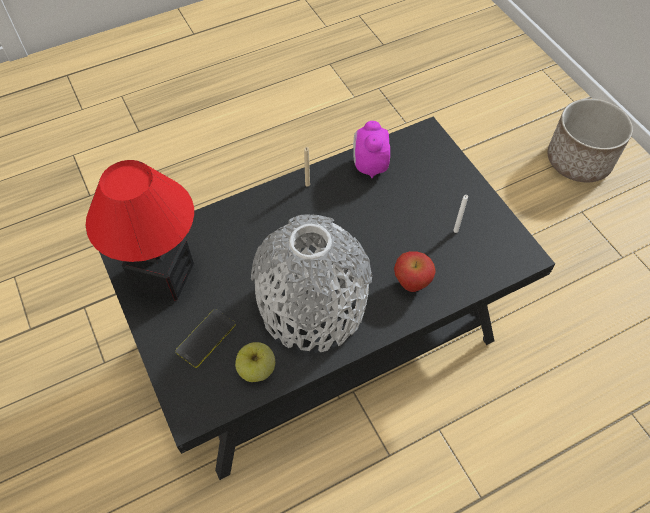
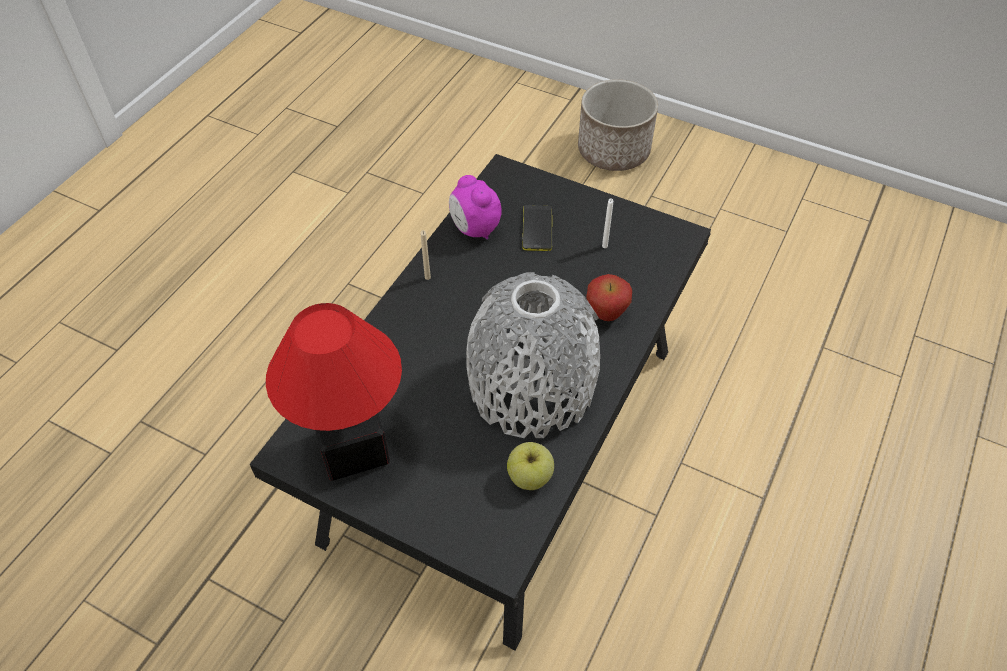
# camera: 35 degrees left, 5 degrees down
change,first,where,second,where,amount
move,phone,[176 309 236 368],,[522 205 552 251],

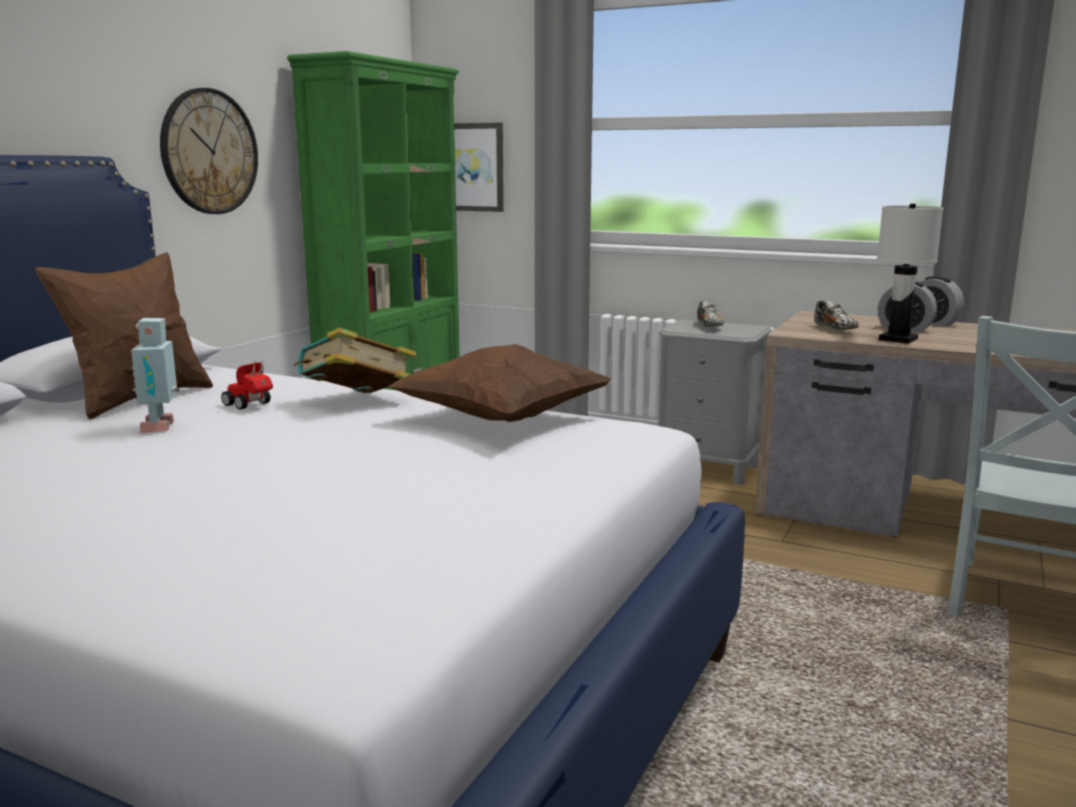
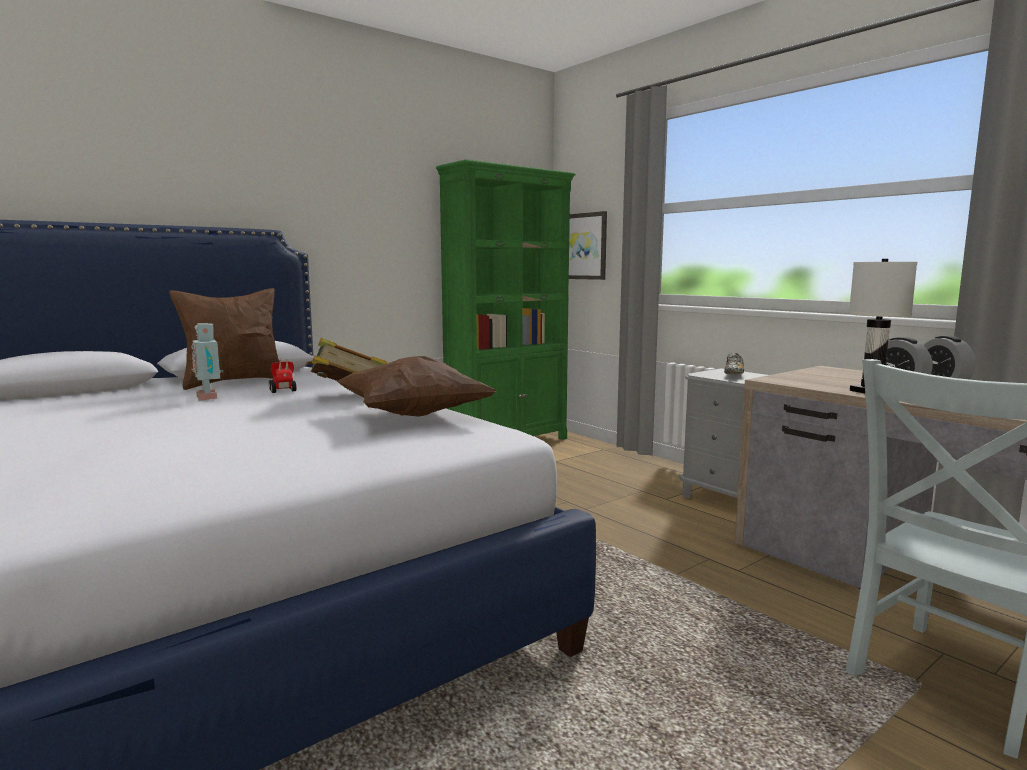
# camera: 25 degrees right, 5 degrees down
change,first,where,second,where,amount
delete,wall clock,[160 88 258 214],,,
delete,shoe,[814 301 859 330],,,
rotate,toy robot,[131 318 179 433],,[191 323 224 401],45 degrees counterclockwise

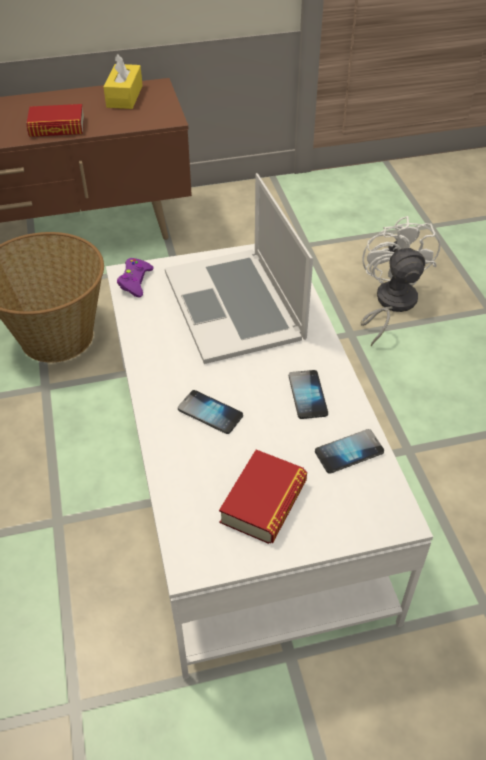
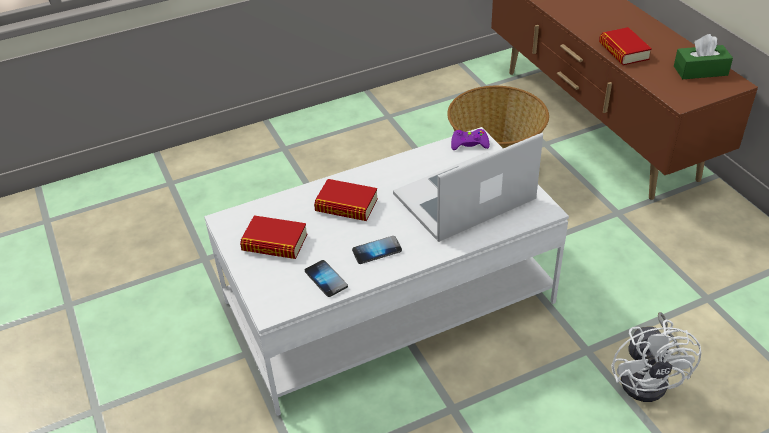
# camera: 80 degrees right, 5 degrees down
change,first,where,second,where,amount
replace,phone,[178 390 243 434],book,[314 179 378 221],
recolor,tissue box (yellow),[104 54 143 109],tissue box (green),[674 34 733 79],
rotate,fan (white),[361 216 441 346],,[611 312 701 402],105 degrees clockwise

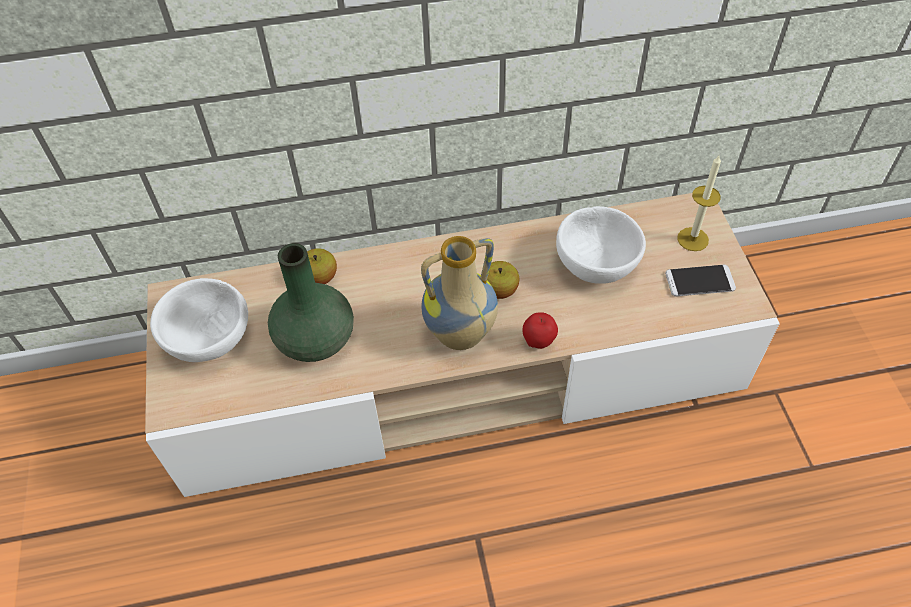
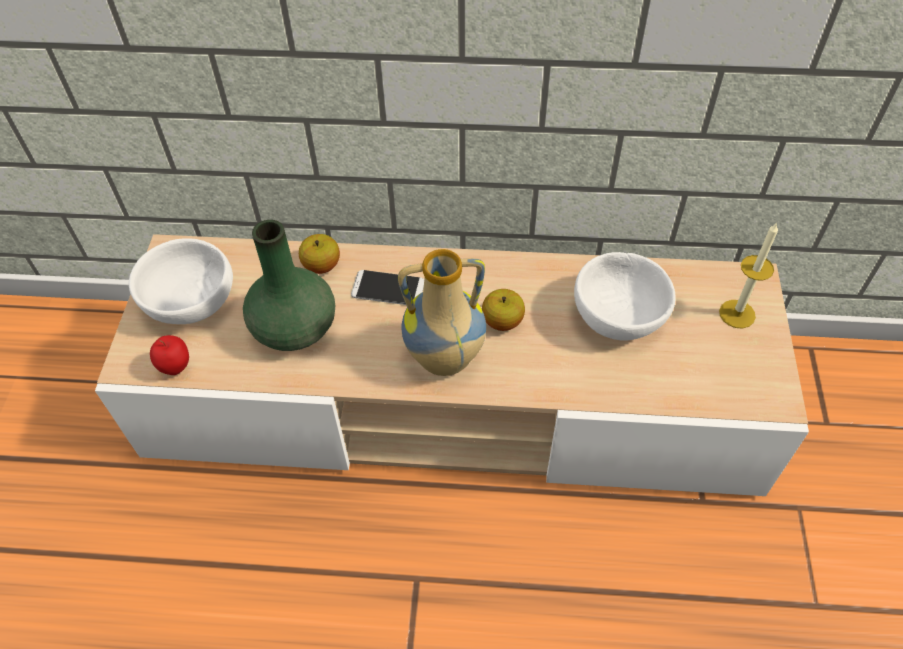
# camera: 15 degrees right, 0 degrees up
change,first,where,second,where,amount
move,apple,[523 312 558 349],,[150 335 189 375],
move,phone,[665 265 736 297],,[351 270 424 305],

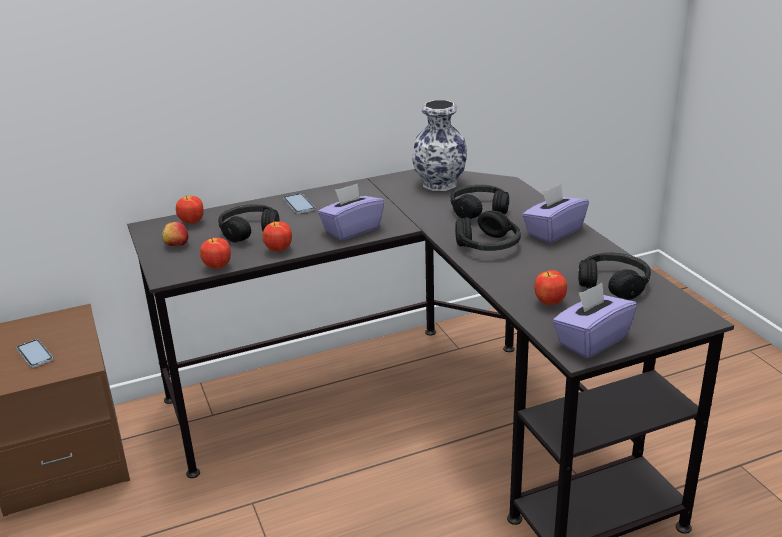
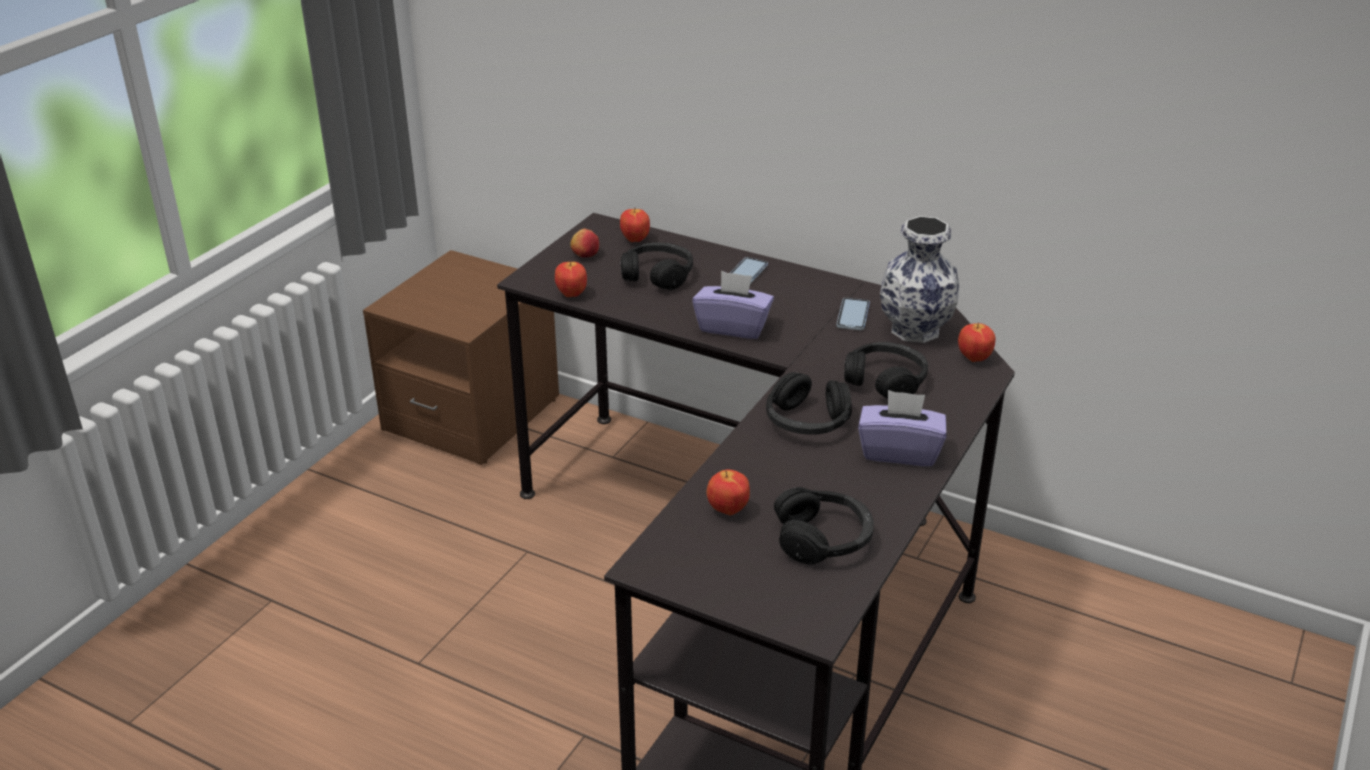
# camera: 50 degrees right, 5 degrees up
change,first,where,second,where,amount
delete,tissue box (purple),[553 283 637 358],,,
move,phone,[16 339 53 368],,[836 298 870 330],
move,apple,[263 221 292 252],,[958 322 995 362],

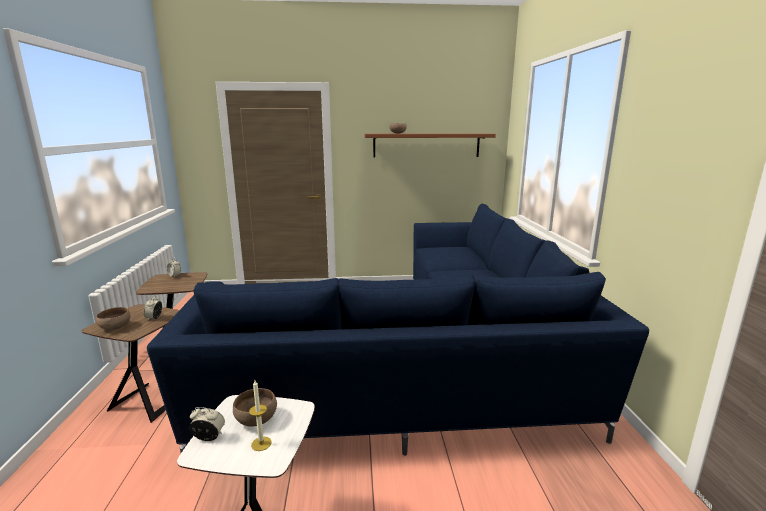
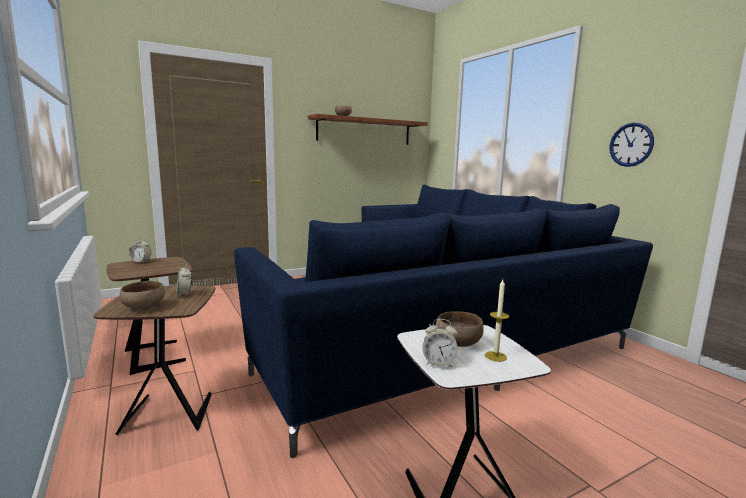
# camera: 25 degrees left, 5 degrees down
change,first,where,second,where,amount
insert,,,wall clock,[610 123 654 167],
rotate,alarm clock,[189 407 225 441],,[422 319 458 367],150 degrees counterclockwise

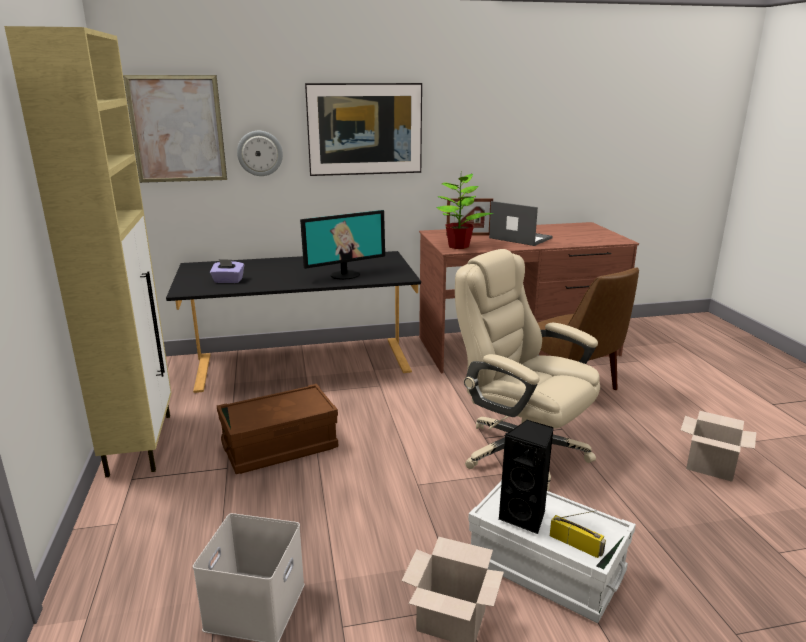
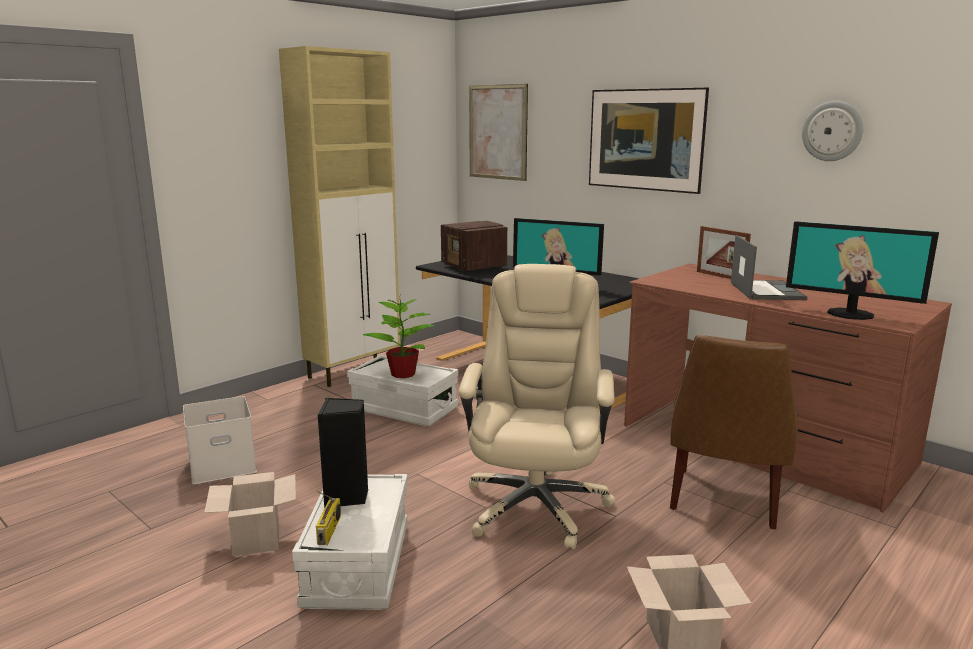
# camera: 55 degrees right, 5 degrees down
change,first,where,second,where,amount
insert,,,monitor,[786 221 939 320],
move,wall clock,[237 131 283 176],,[802 101 864 161],
move,potted plant,[436 170 494 249],,[363 293 435 378],
replace,tissue box (purple),[210 259 244 283],radio,[441 221 507 272],
recolor,storage box (brown),[217 384 338 474],storage box (white),[347 355 458 426],

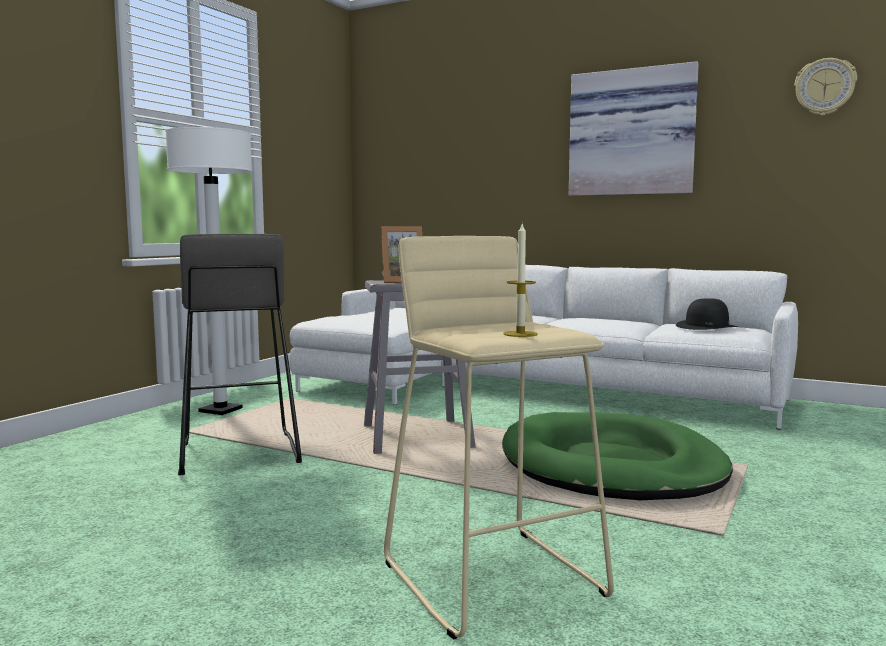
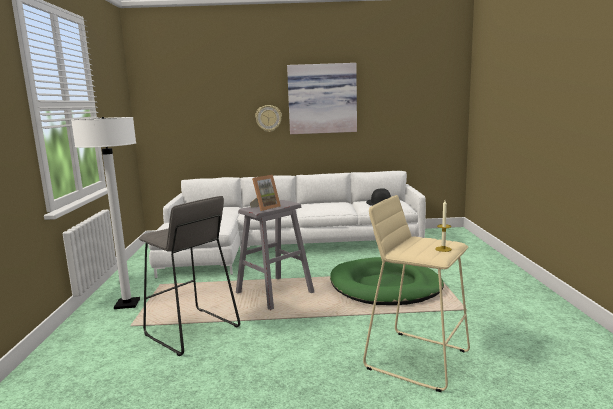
# camera: 30 degrees left, 5 degrees up
change,first,where,second,where,amount
move,wall clock,[794 58 857 116],,[255 105 282 132],

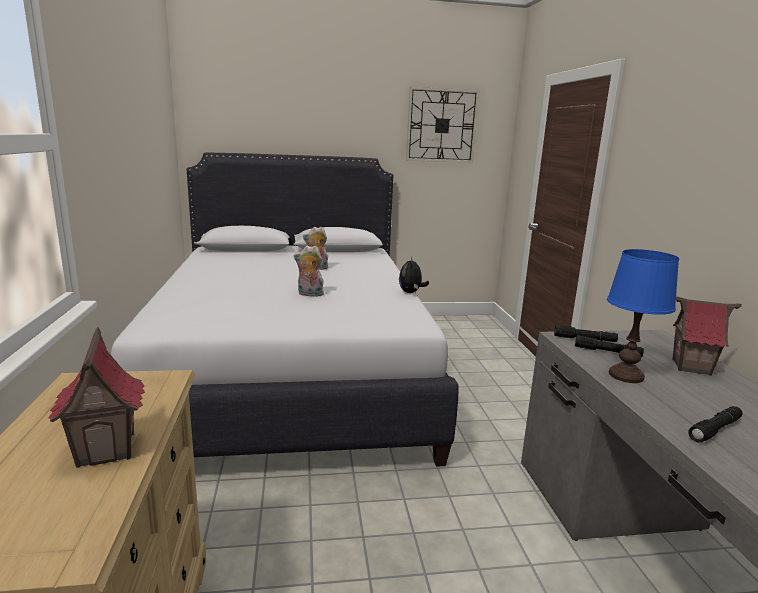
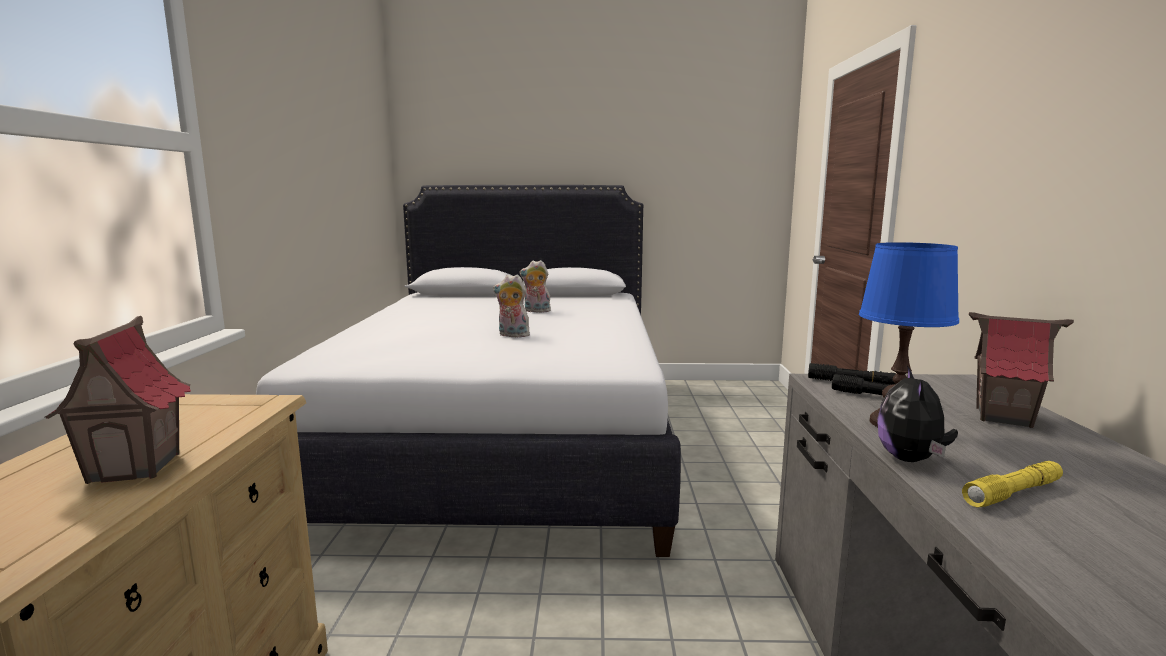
# camera: 10 degrees right, 5 degrees down
change,first,where,second,where,amount
delete,wall clock,[406 86 480 163],,,
move,plush toy,[399 257 429 293],,[877 365 958 462],
recolor,flashlight (black),[688 406 743 442],flashlight (yellow),[962 461 1063 507],

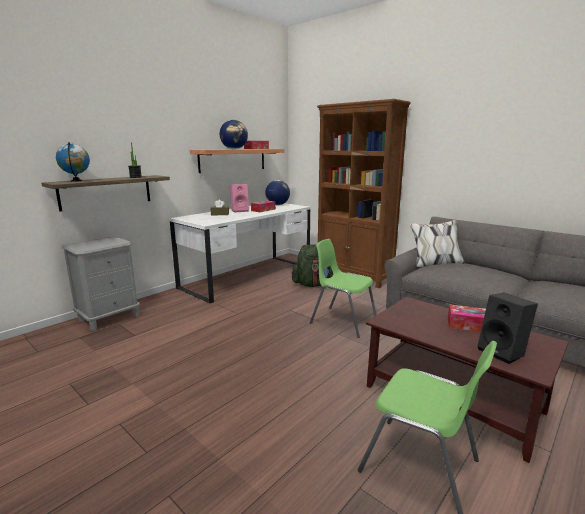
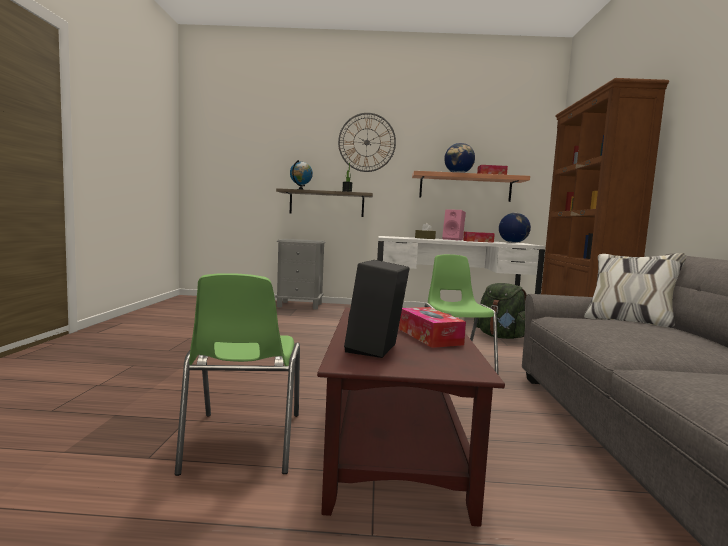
# camera: 50 degrees right, 10 degrees down
change,first,where,second,where,amount
insert,,,wall clock,[338 113 396 172],

